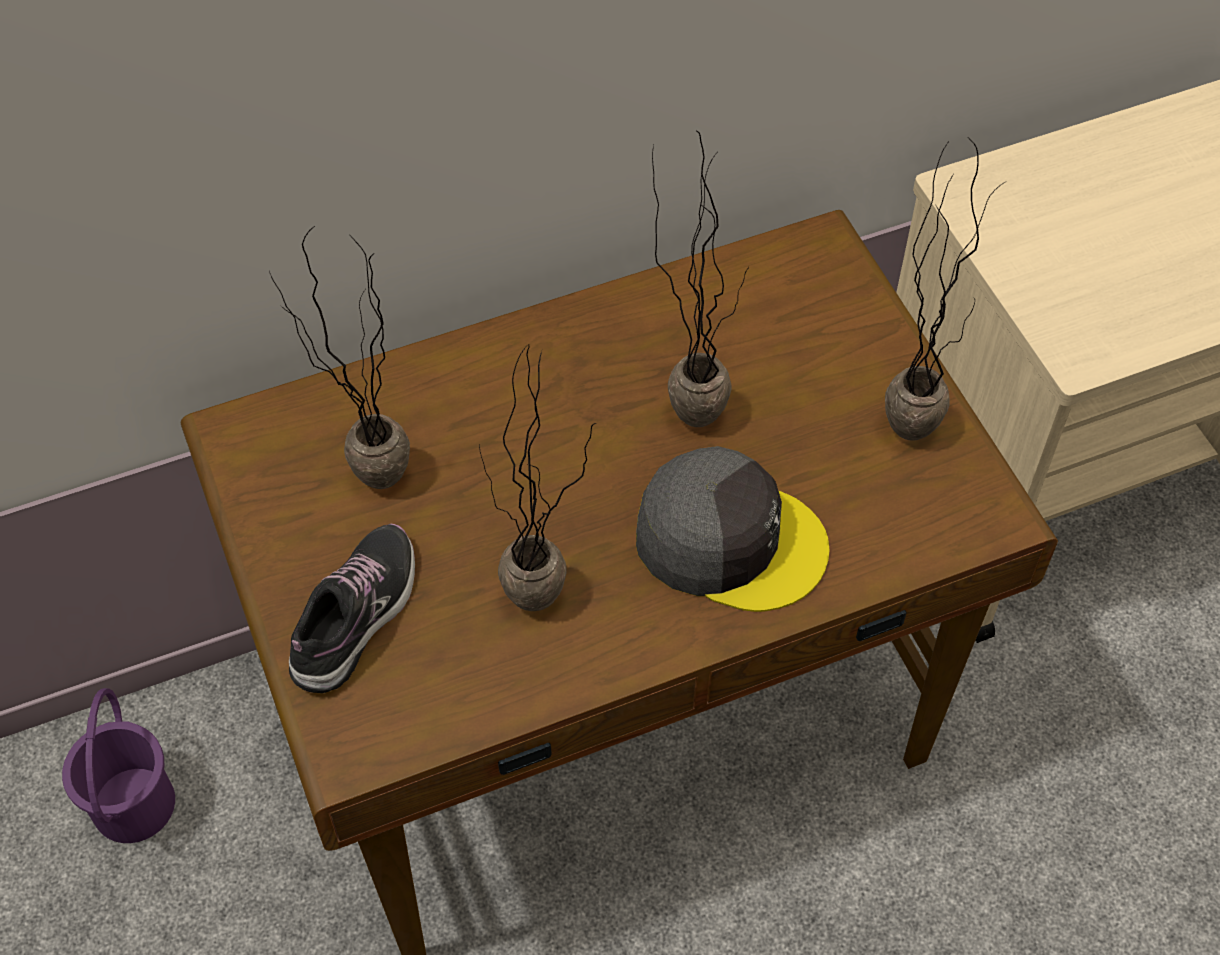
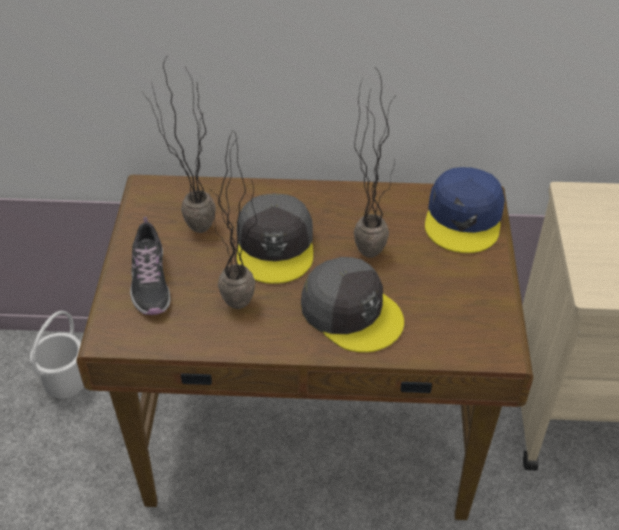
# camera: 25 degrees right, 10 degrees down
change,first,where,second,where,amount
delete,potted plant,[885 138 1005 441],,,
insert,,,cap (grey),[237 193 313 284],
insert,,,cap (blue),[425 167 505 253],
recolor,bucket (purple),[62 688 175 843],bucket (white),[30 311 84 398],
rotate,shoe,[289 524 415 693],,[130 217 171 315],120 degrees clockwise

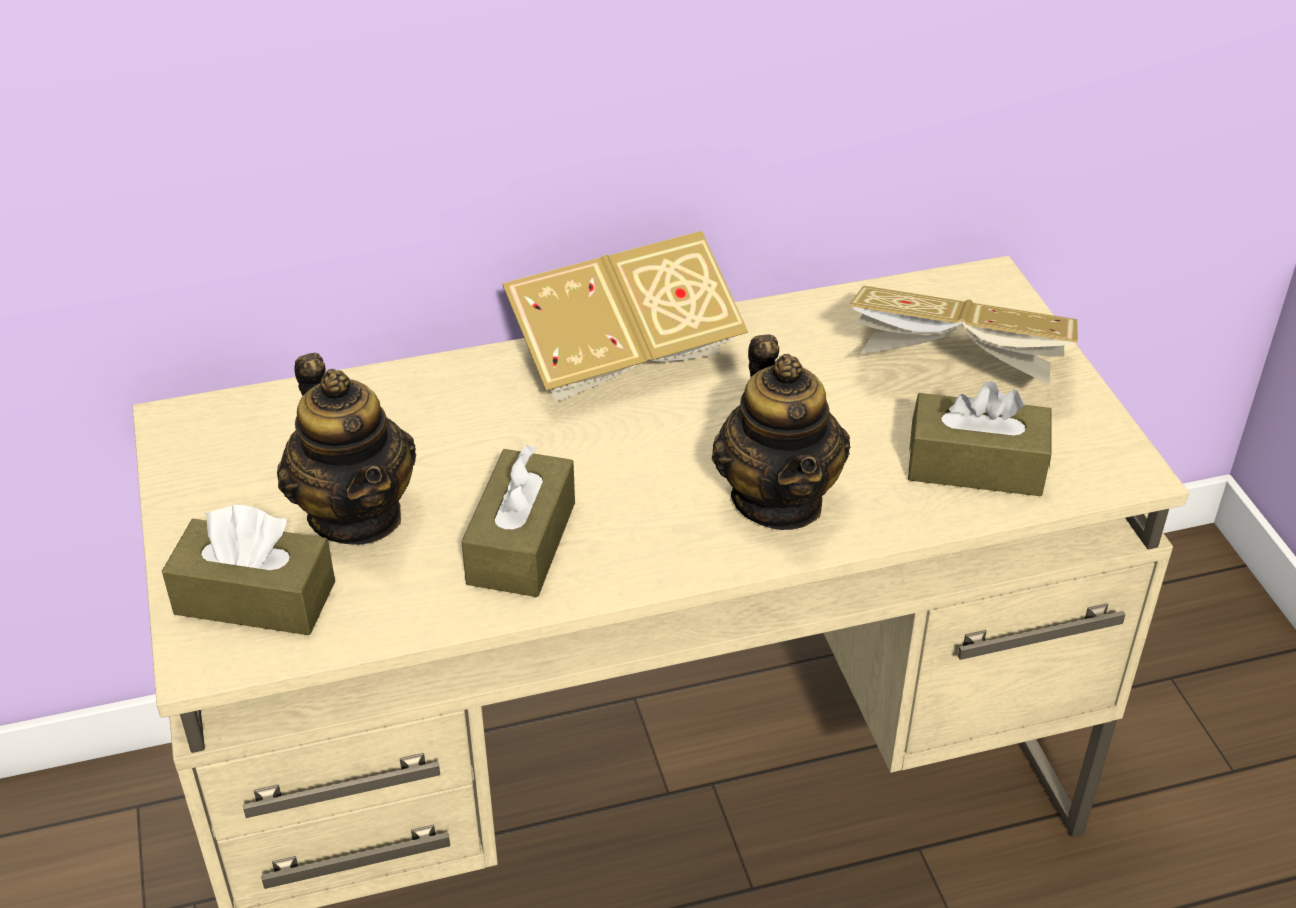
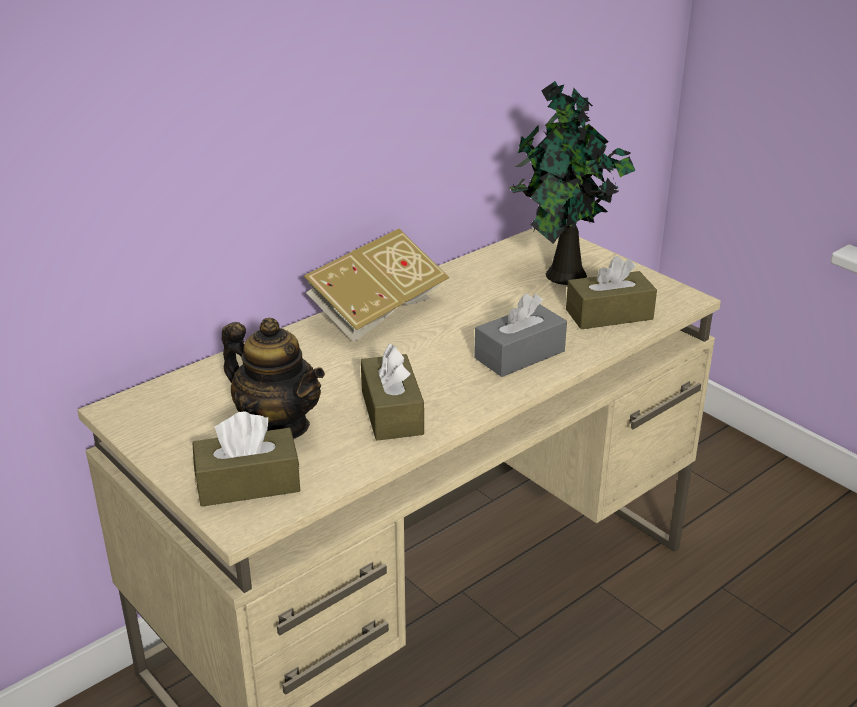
# camera: 25 degrees left, 10 degrees down
change,first,where,second,where,amount
replace,teapot,[712 335 850 530],tissue box (grey),[474 294 567 377],
replace,book,[849 286 1078 385],potted plant,[509 81 635 285],

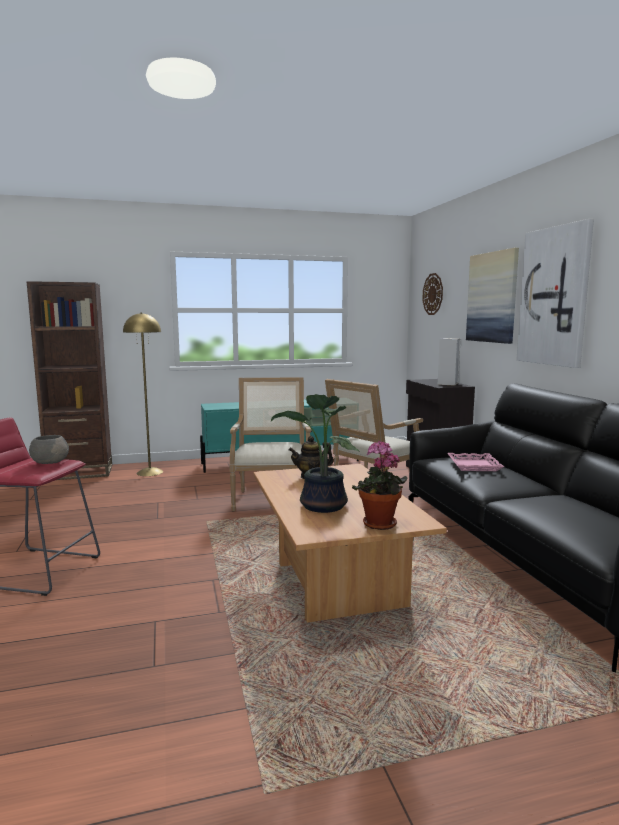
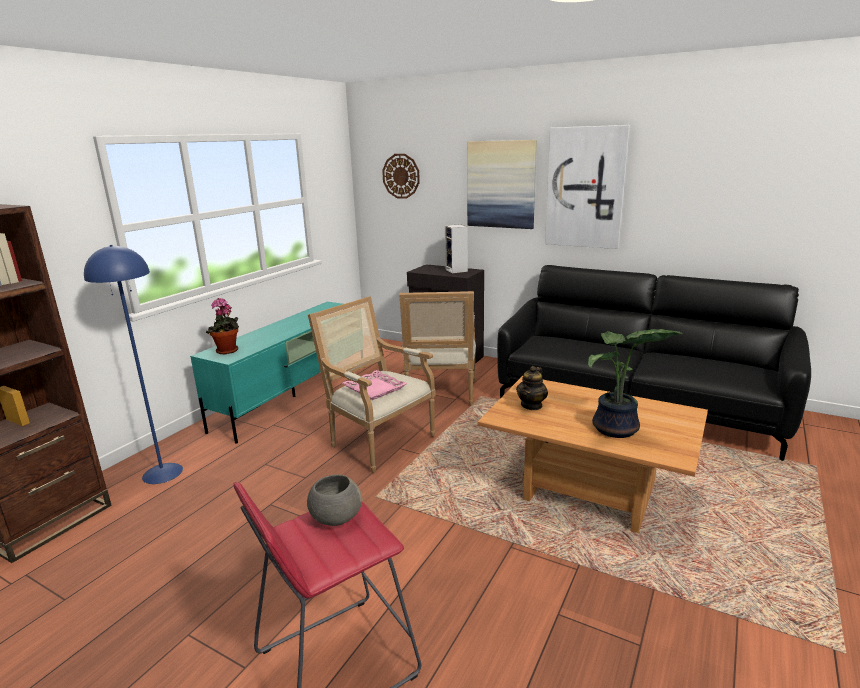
# camera: 45 degrees left, 10 degrees up
change,first,where,second,where,amount
move,potted plant,[352 440 408 530],,[206 298 239 355],
move,tray (pink),[447 453 504 471],,[343 370 407 400],
recolor,floor lamp (yellow),[123 312 163 476],floor lamp (blue),[84 245 183 484],

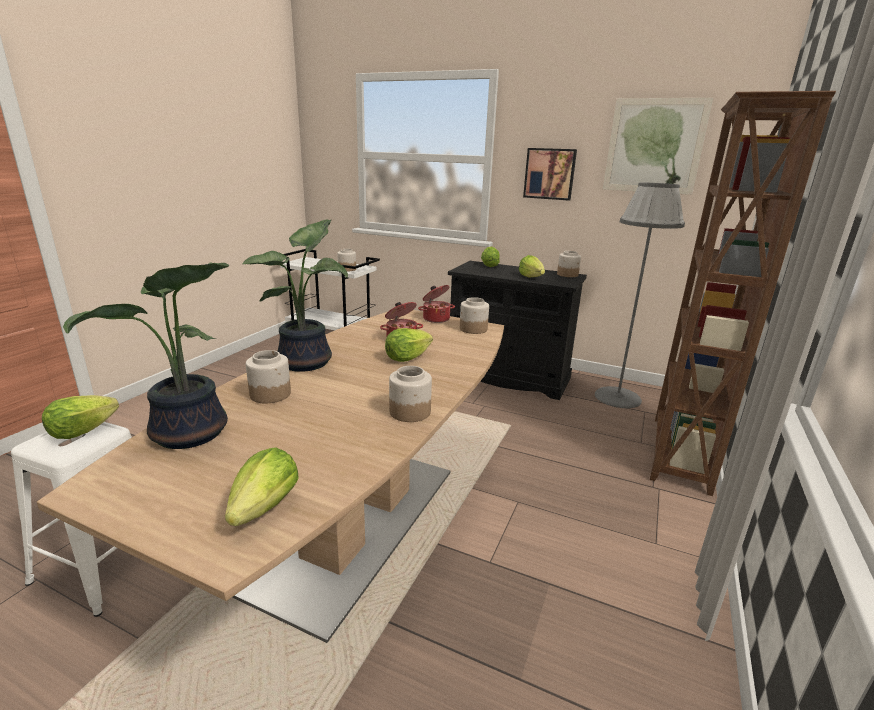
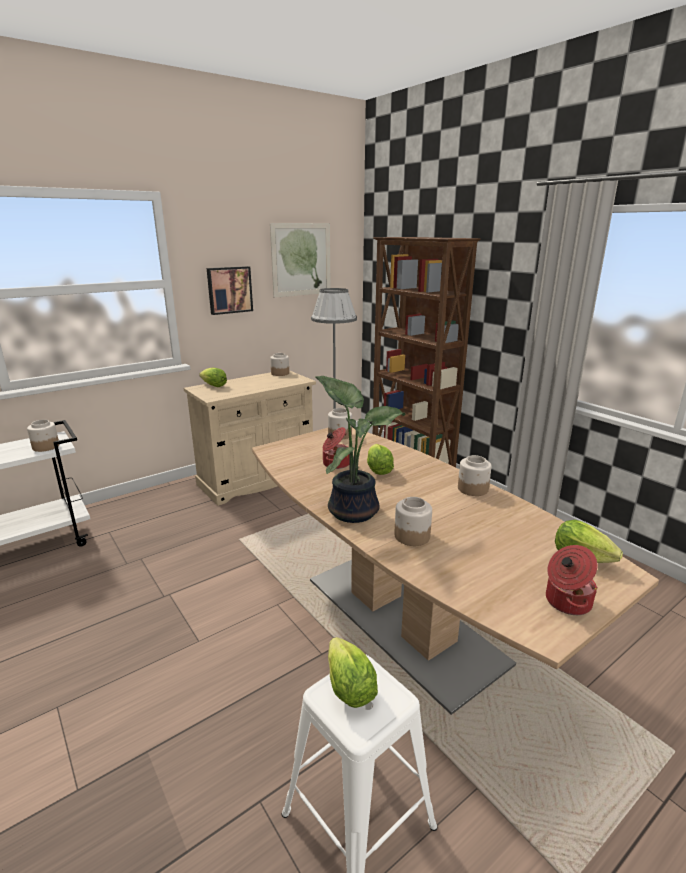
# camera: 60 degrees left, 0 degrees up
change,first,where,second,where,amount
delete,potted plant,[63 262 230 449],,,
delete,lettuce,[519 255 545 278],,,
move,cooking pot,[418 285 455 323],,[546 545 598 615],
recolor,cabinet (black),[448 261 587 400],cabinet (beige),[184 370 316 506],

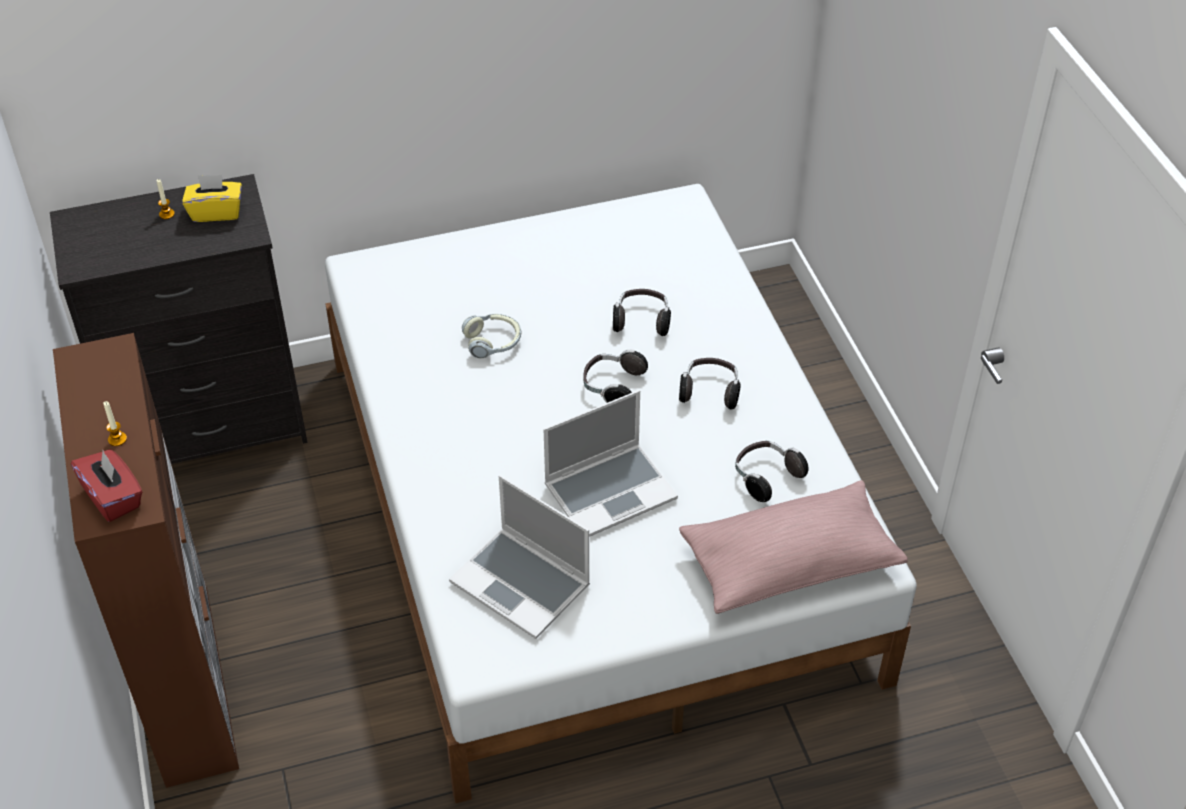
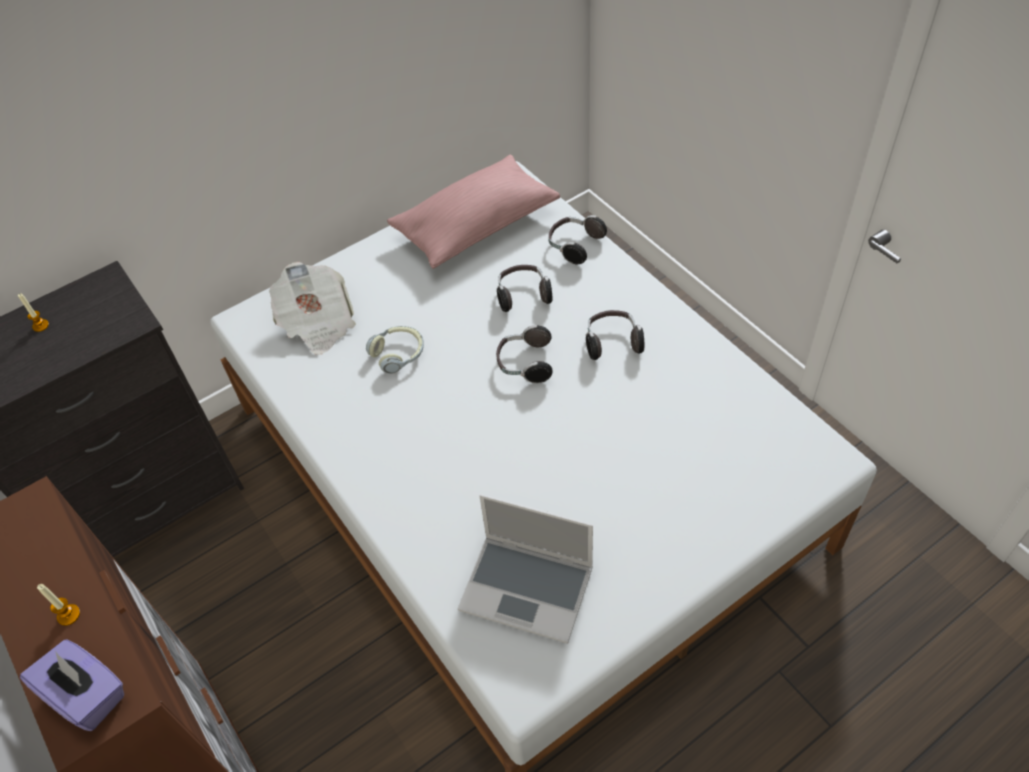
# camera: 15 degrees left, 5 degrees up
change,first,where,second,where,amount
delete,tissue box (yellow),[182 174 242 222],,,
delete,laptop,[543 390 678 537],,,
insert,,,newspaper,[269 262 356 355],
move,pillow (pink),[679 480 908 614],,[387 155 560 269],
move,headphones,[735 441 809 502],,[548 215 607 264],
recolor,tissue box (red),[71 449 142 522],tissue box (purple),[20 639 124 731],

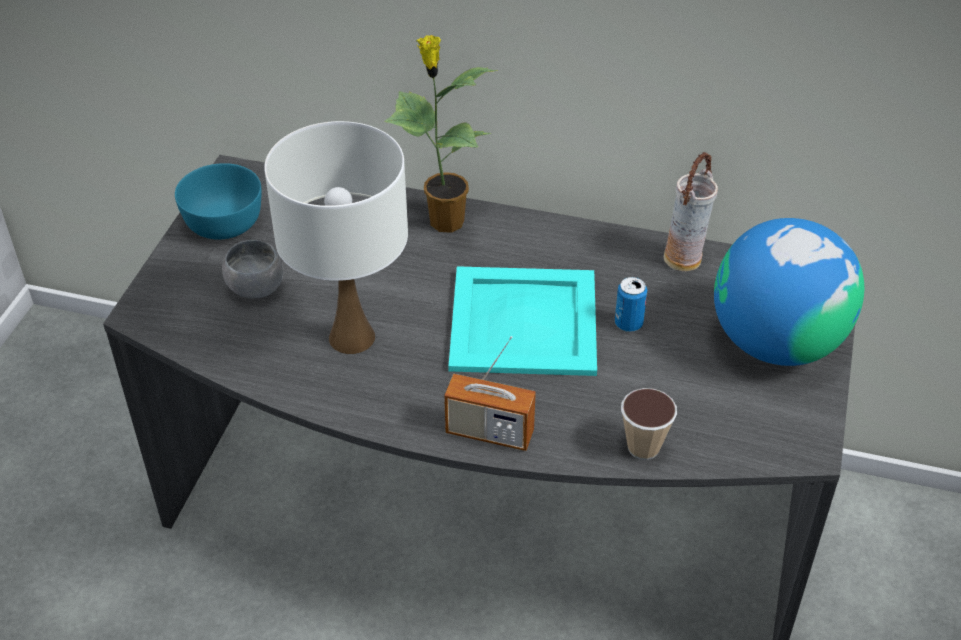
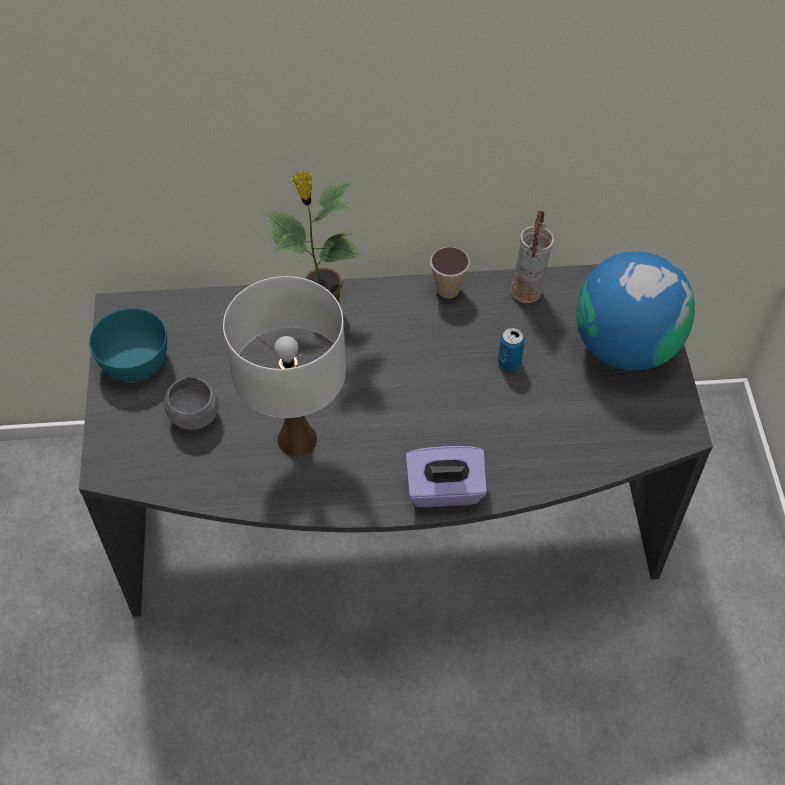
# camera: 20 degrees left, 10 degrees up
change,first,where,second,where,amount
delete,tray (turquoise),[448 266 597 376],,,
move,cup,[621 388 677 460],,[430 247 470 298],
replace,radio,[444 336 536 451],tissue box (purple),[405 446 487 507],

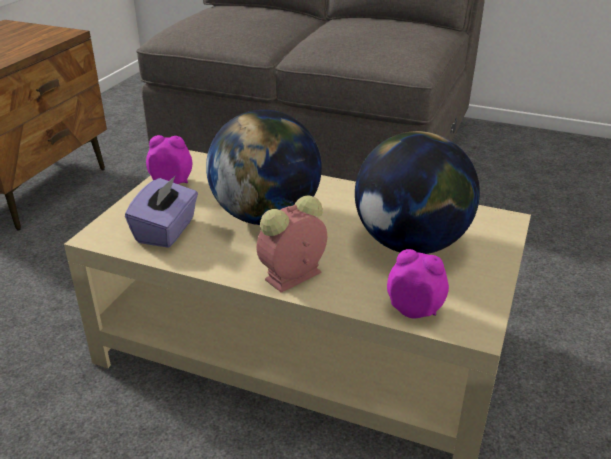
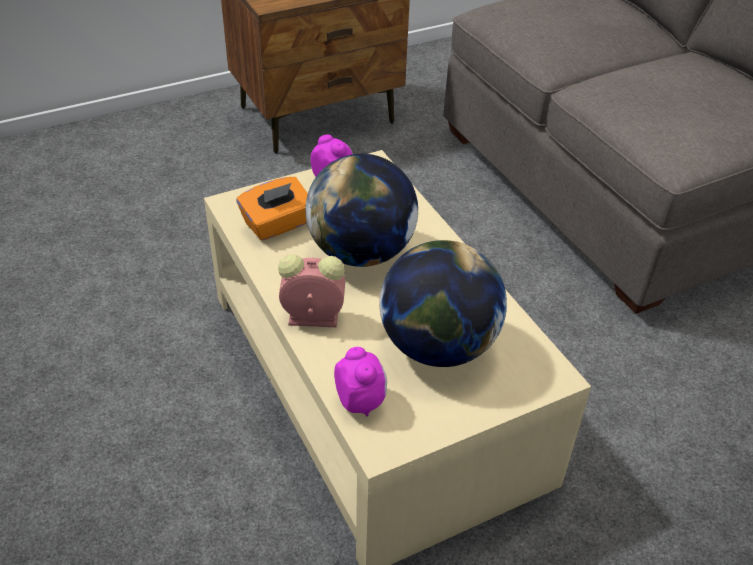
# camera: 40 degrees right, 10 degrees up
change,first,where,second,where,amount
recolor,tissue box (purple),[125 176 198 248],tissue box (orange),[236 177 308 241],

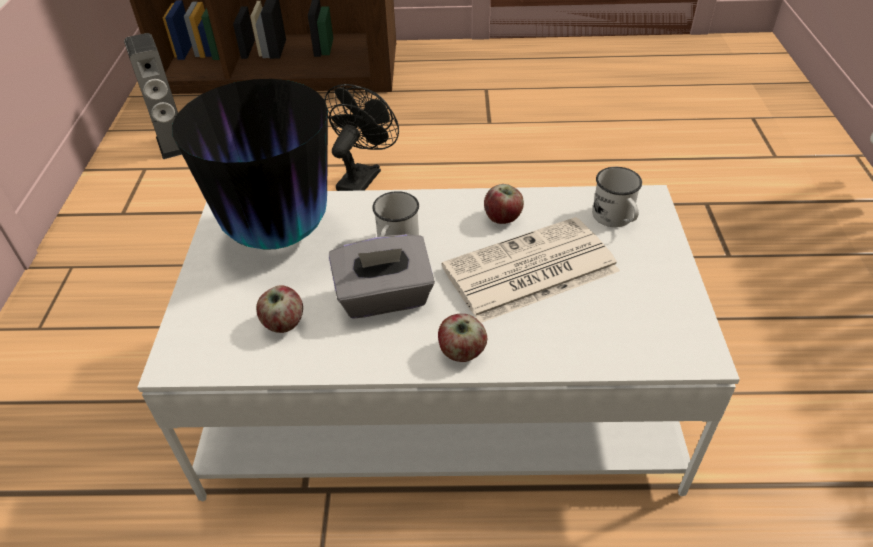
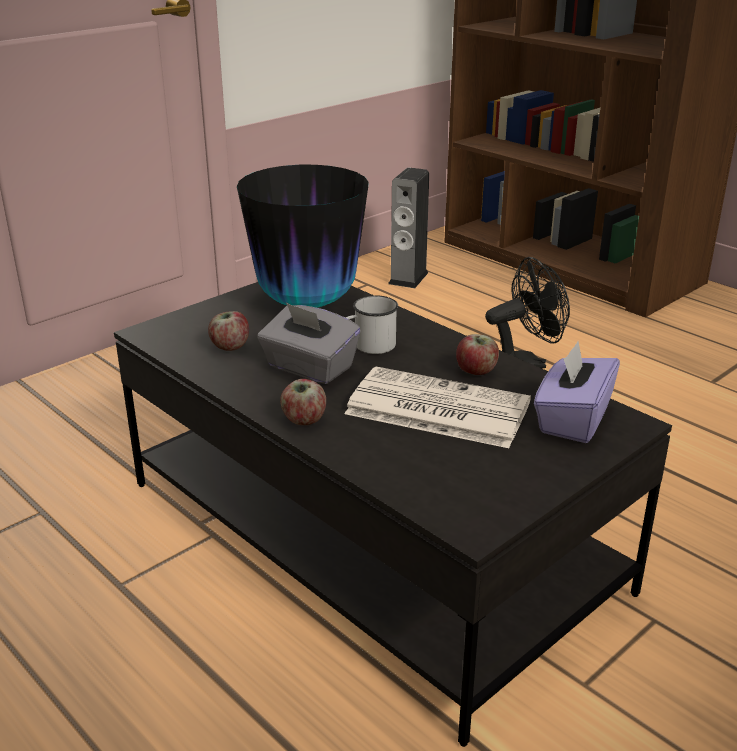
# camera: 45 degrees right, 15 degrees down
change,first,where,second,where,amount
replace,mug (white),[592 167 642 227],tissue box (purple),[534 341 620 443],
recolor,coffee table (white),[137 185 740 501],coffee table (black),[114 282 672 747],

